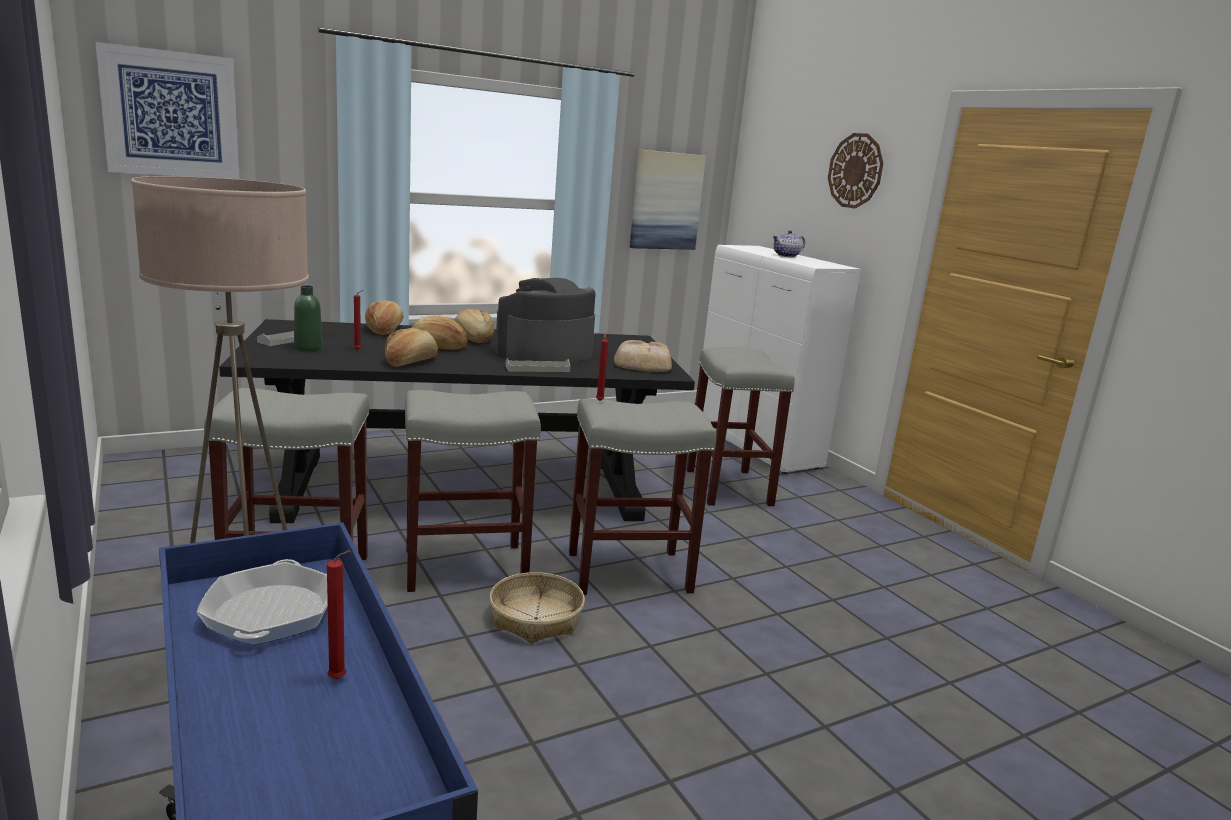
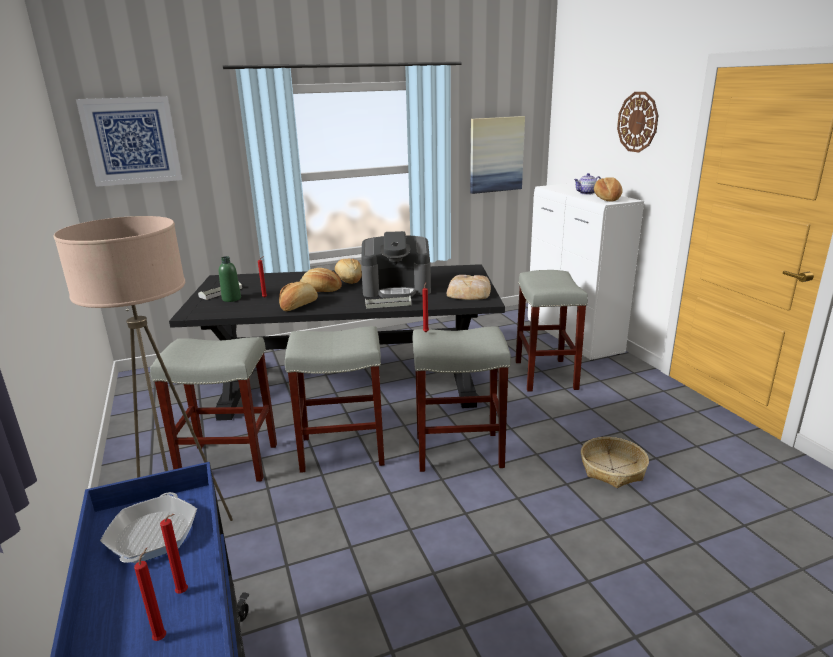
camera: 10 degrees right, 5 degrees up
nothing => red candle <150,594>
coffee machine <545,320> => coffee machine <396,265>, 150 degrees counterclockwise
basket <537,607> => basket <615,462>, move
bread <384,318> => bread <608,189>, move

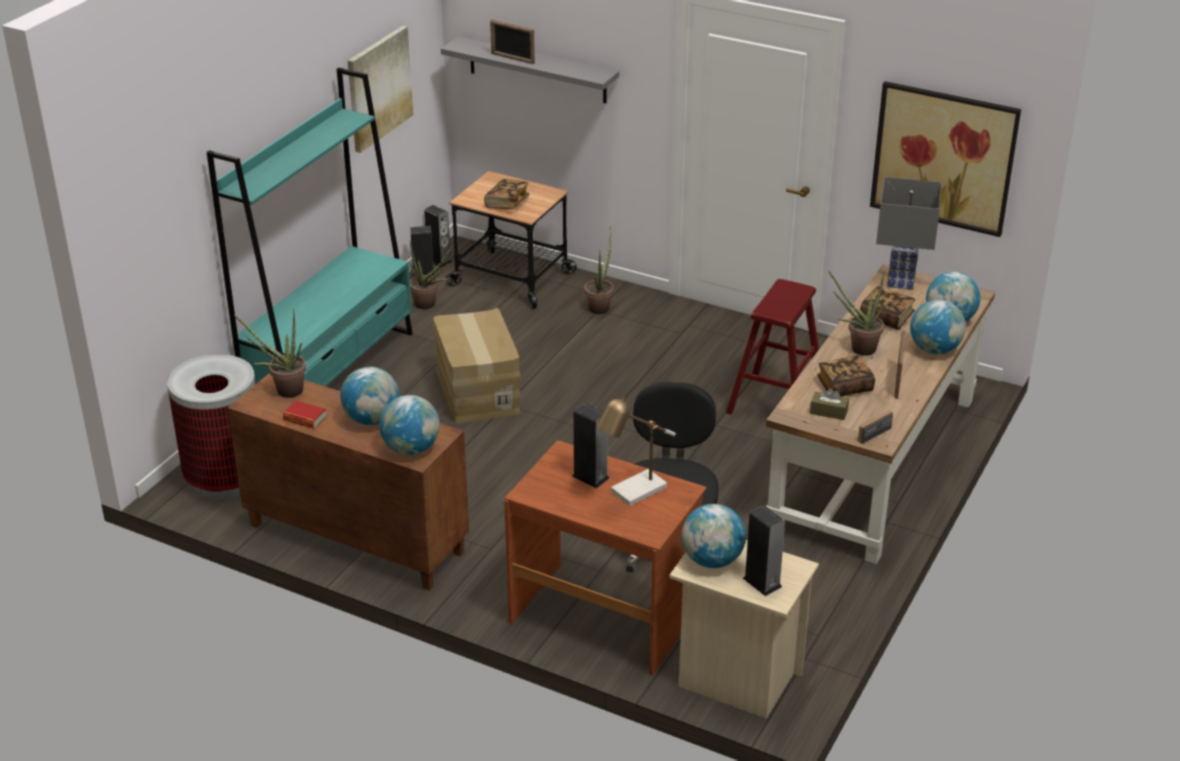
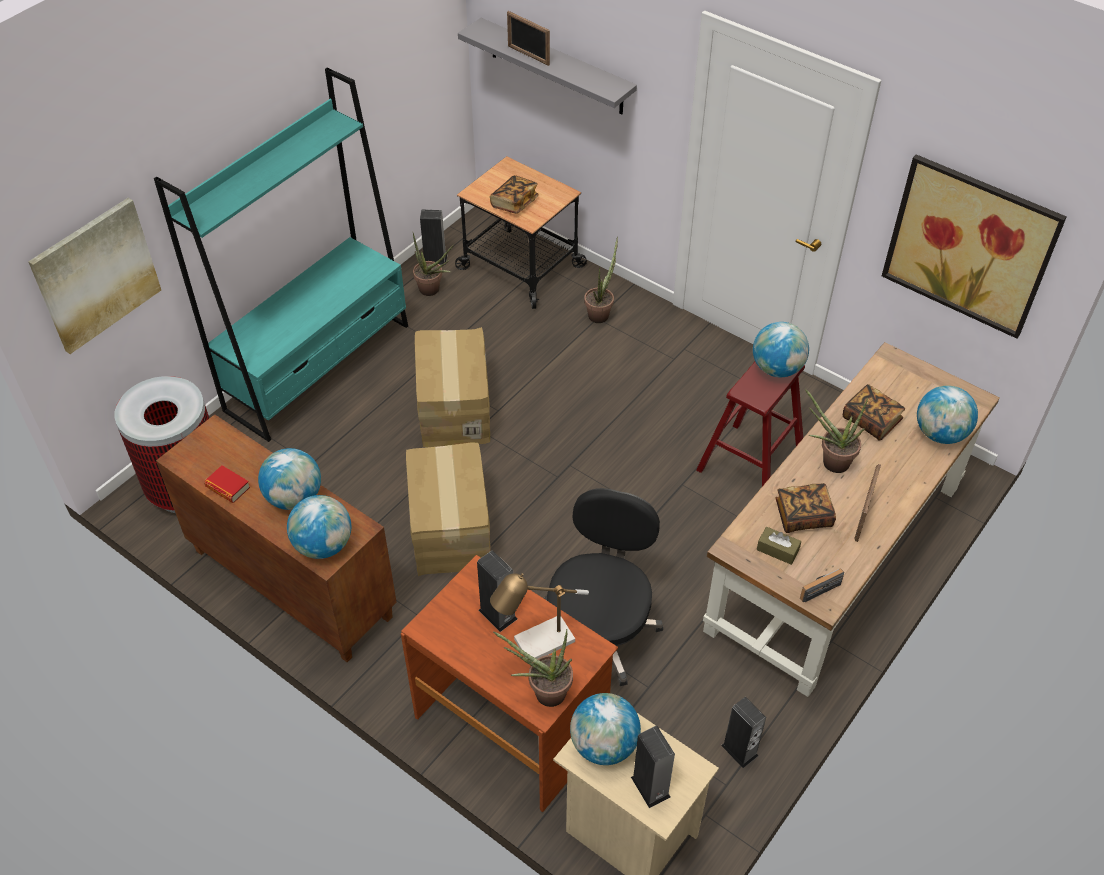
camera: 10 degrees right, 15 degrees up
picture <380,89> => picture <94,276>, move
nothing => cardboard box <448,509>
potted plant <270,353> => potted plant <533,668>, move
speaker <438,236> => speaker <743,732>, move
globe <938,327> => globe <781,349>, move
grey table lamp <909,233> => nothing

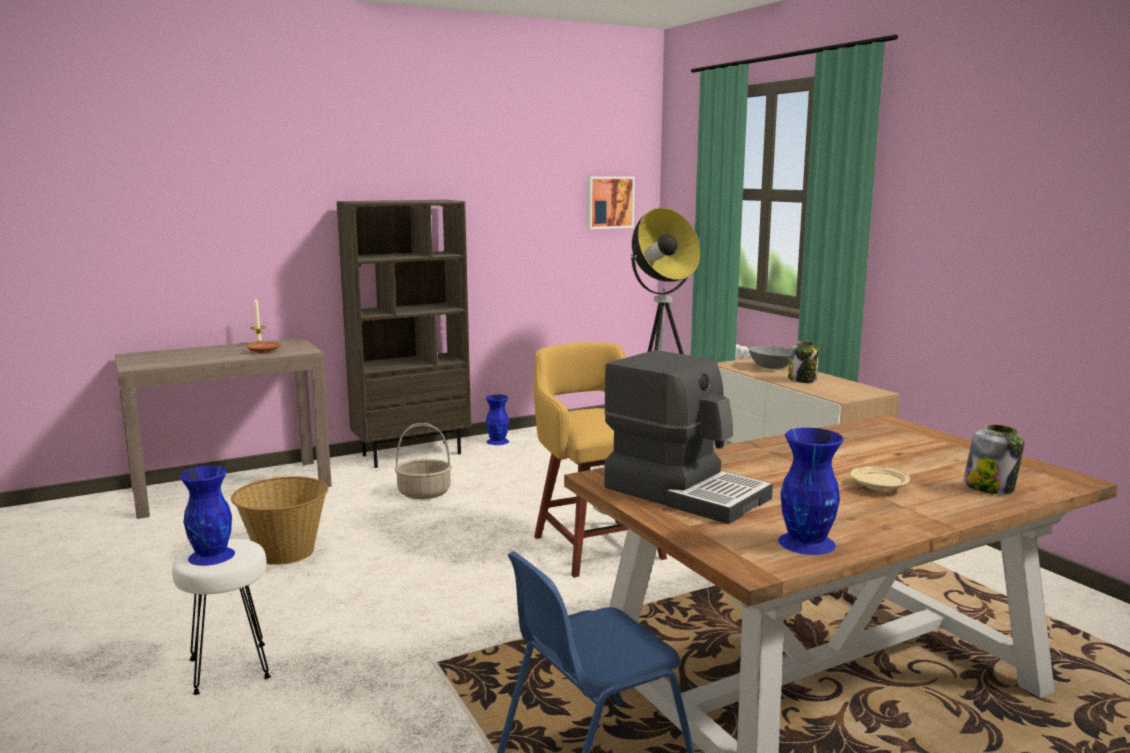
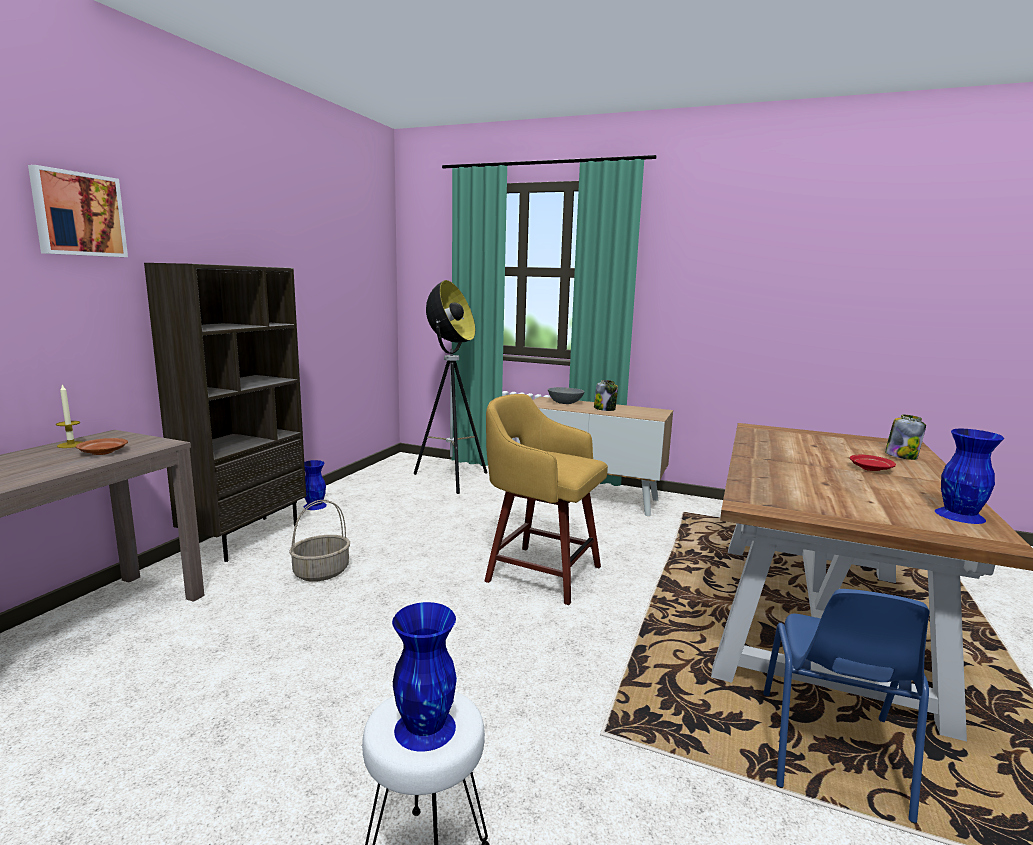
camera: 40 degrees left, 0 degrees up
picture <611,202> => picture <78,211>, move
beige plate <880,478> => red plate <873,463>
basket <279,520> => nothing
coffee machine <688,437> => nothing

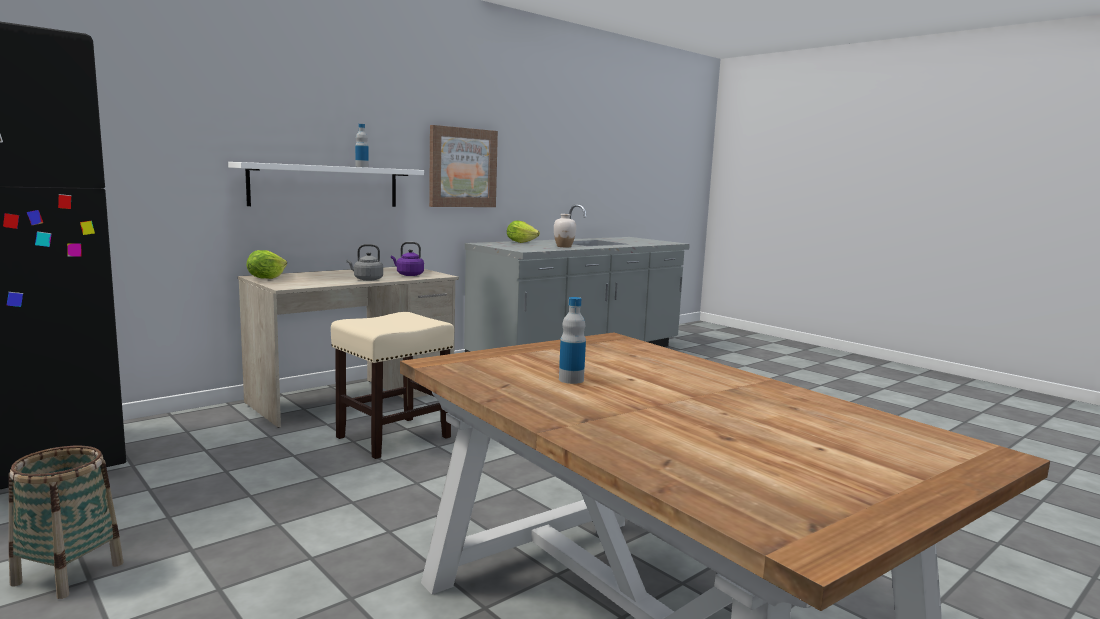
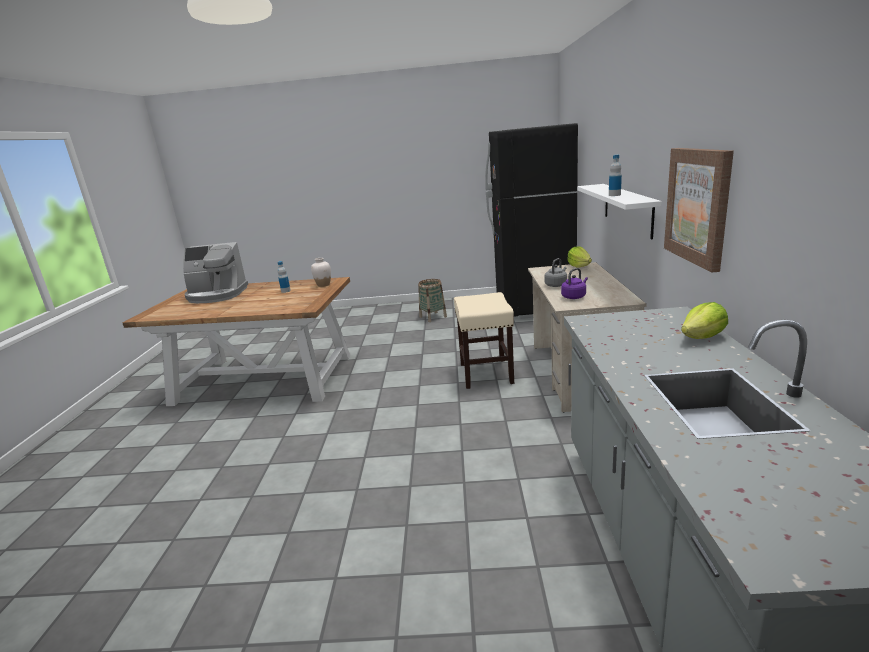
camera: 135 degrees right, 10 degrees up
nothing => coffee machine <215,272>
white vase <565,230> => white vase <321,272>, move

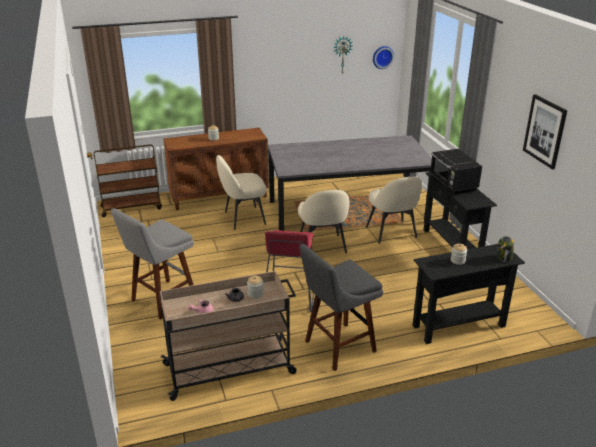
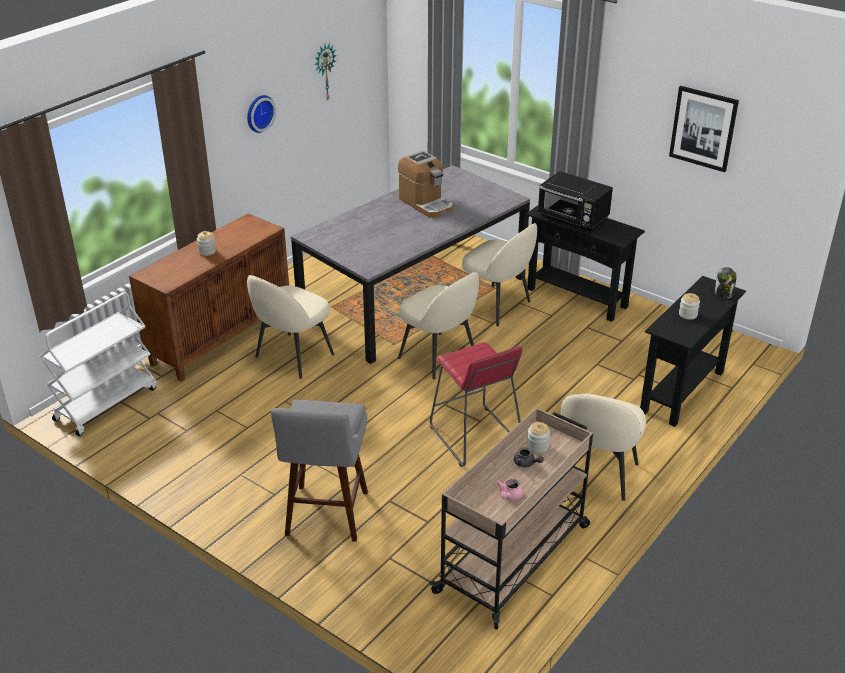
camera: 35 degrees left, 5 degrees up
brown cart <128,180> => white cart <98,364>
wall clock <383,57> => wall clock <261,114>, move
nothing => coffee machine <425,184>
grey stool <341,307> => beige chair <603,447>

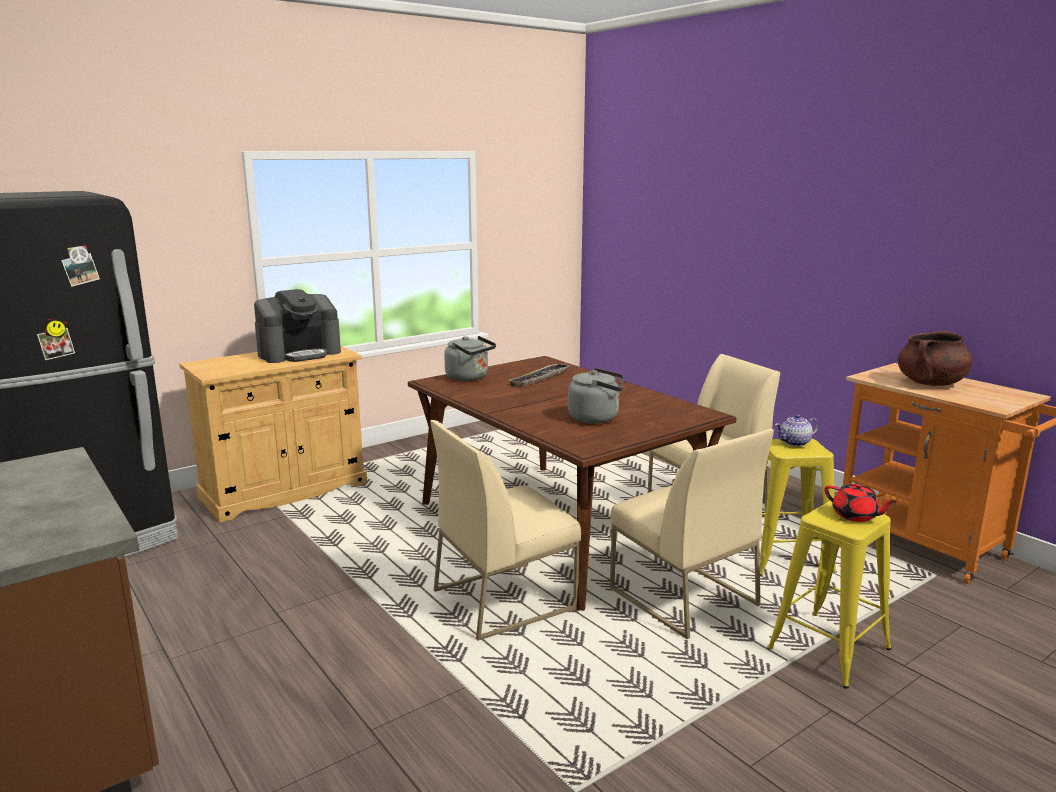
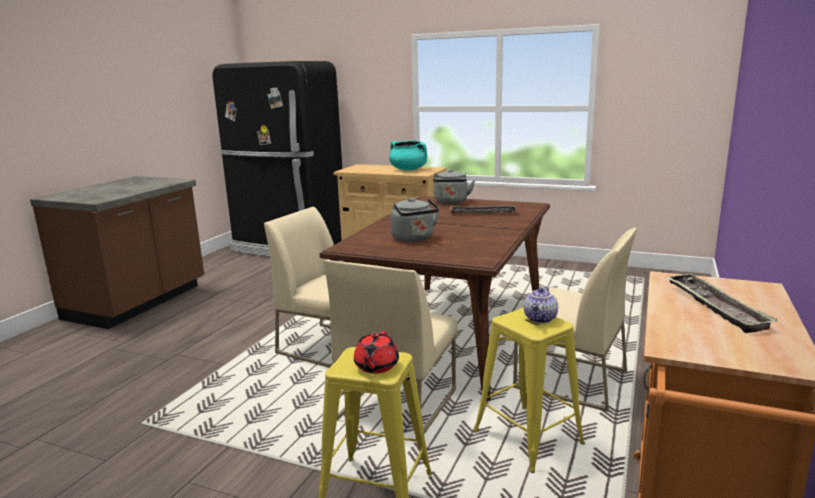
camera: 60 degrees right, 0 degrees up
coffee machine <297,326> => turquoise cooking pot <408,155>
teapot <797,430> => teapot <541,305>, 105 degrees counterclockwise
brown cooking pot <935,358> => tray <721,303>

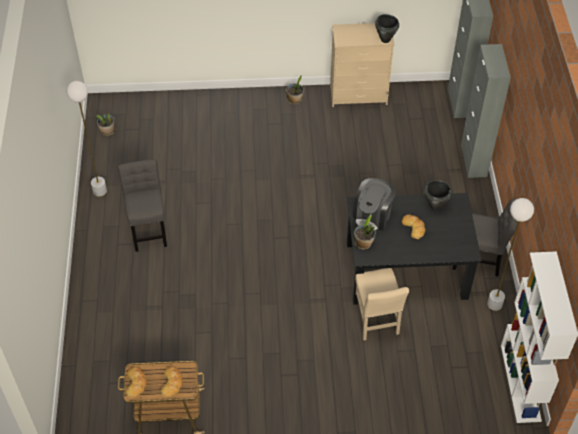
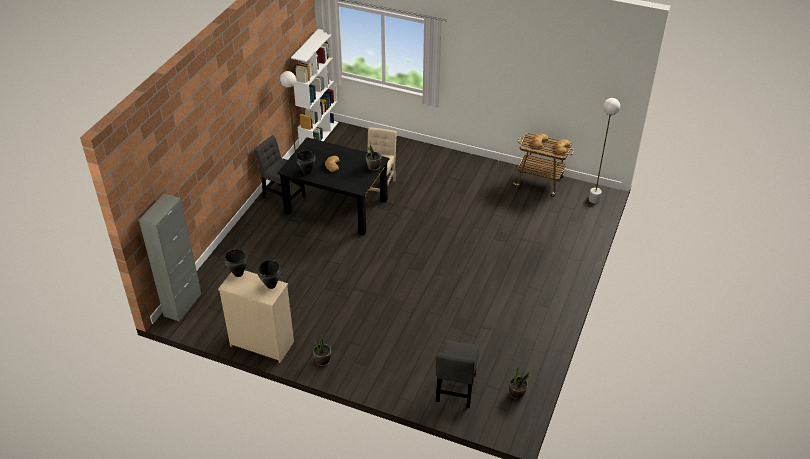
camera: 155 degrees left, 10 degrees down
nothing => black cooking pot <269,274>
grey chair <142,205> => grey chair <457,374>, move
white floor lamp <86,139> => white floor lamp <604,151>, move
coffee machine <374,205> => nothing
grey cabinet <486,111> => nothing

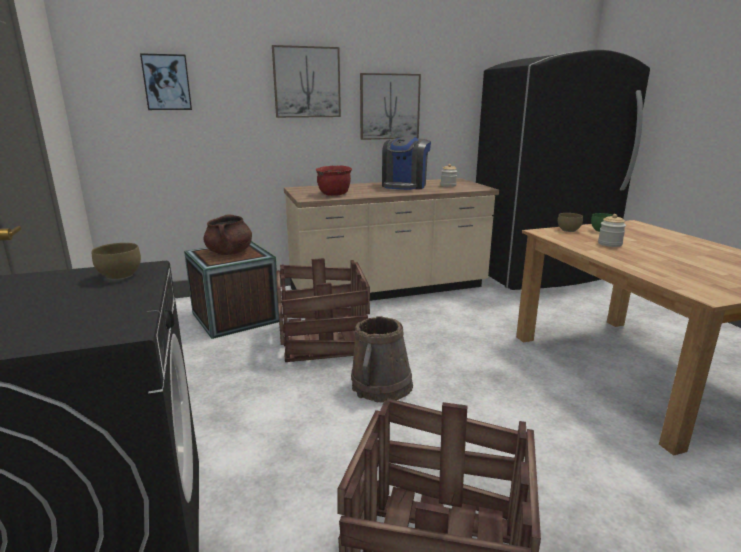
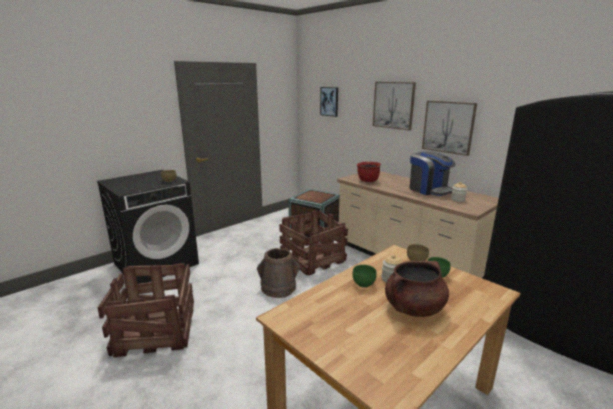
camera: 65 degrees right, 0 degrees up
nothing => green bowl <364,276>
brown cooking pot <228,234> => brown cooking pot <417,289>, move
coffee machine <406,163> => coffee machine <433,173>, 120 degrees counterclockwise

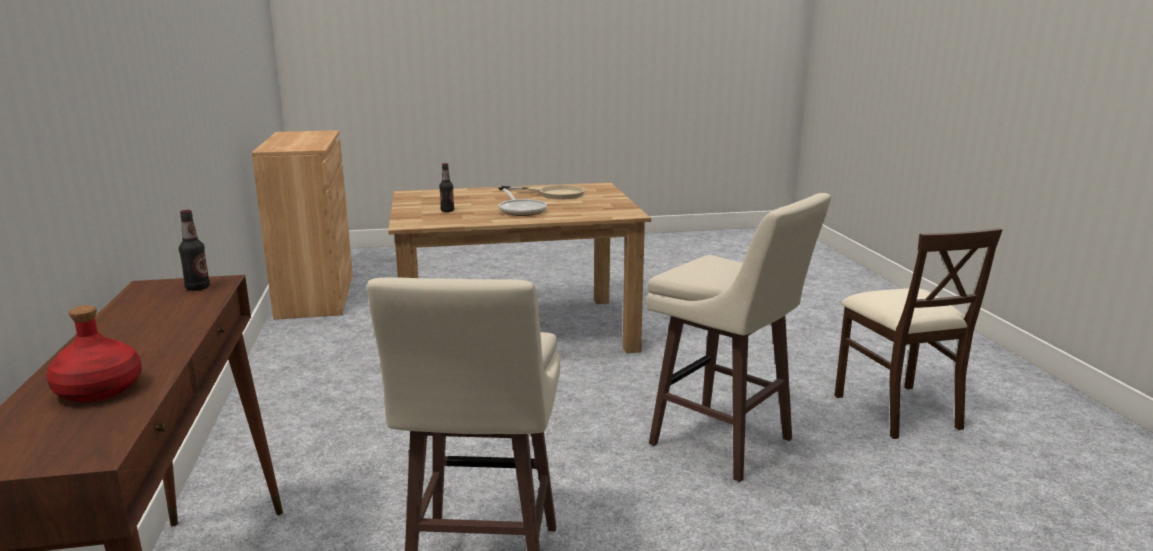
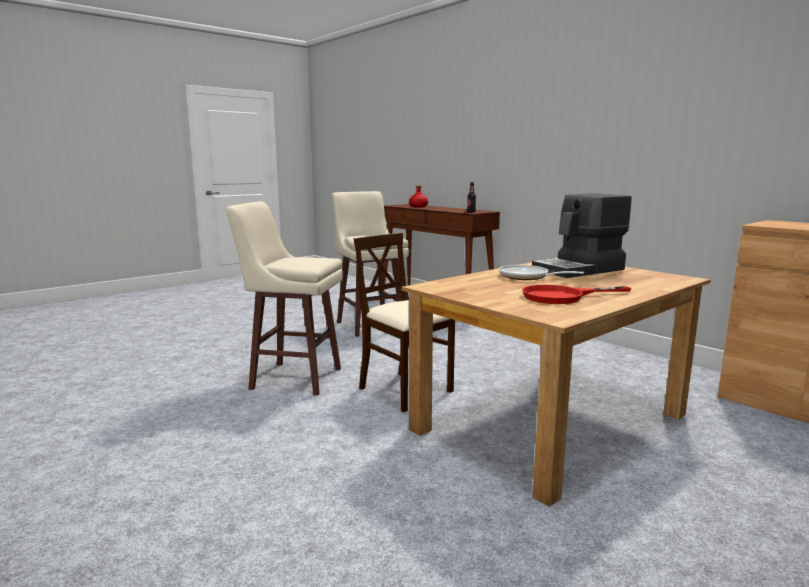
camera: 150 degrees right, 5 degrees down
beige chair <918,333> => beige chair <404,322>, move
beige frying pan <541,192> => red frying pan <577,294>
bottle <446,187> => coffee machine <582,235>

